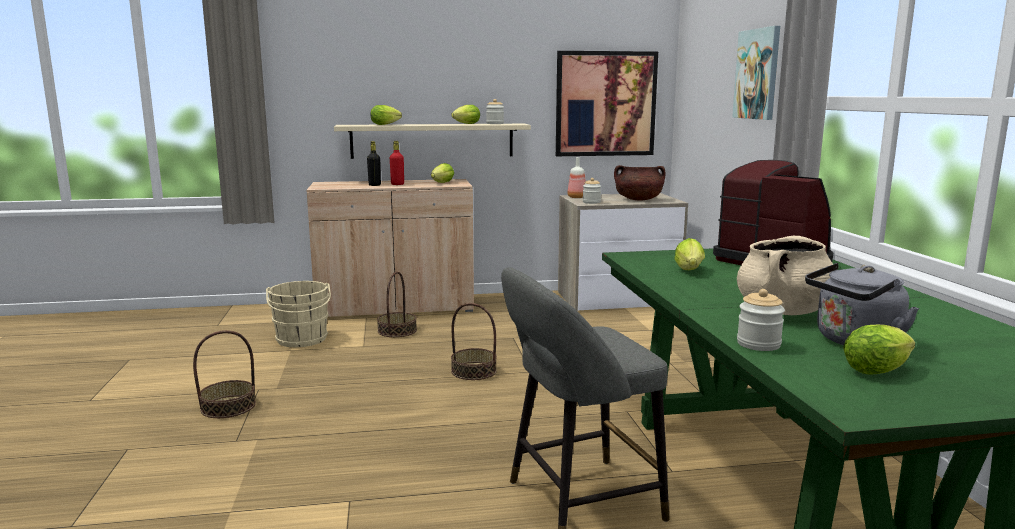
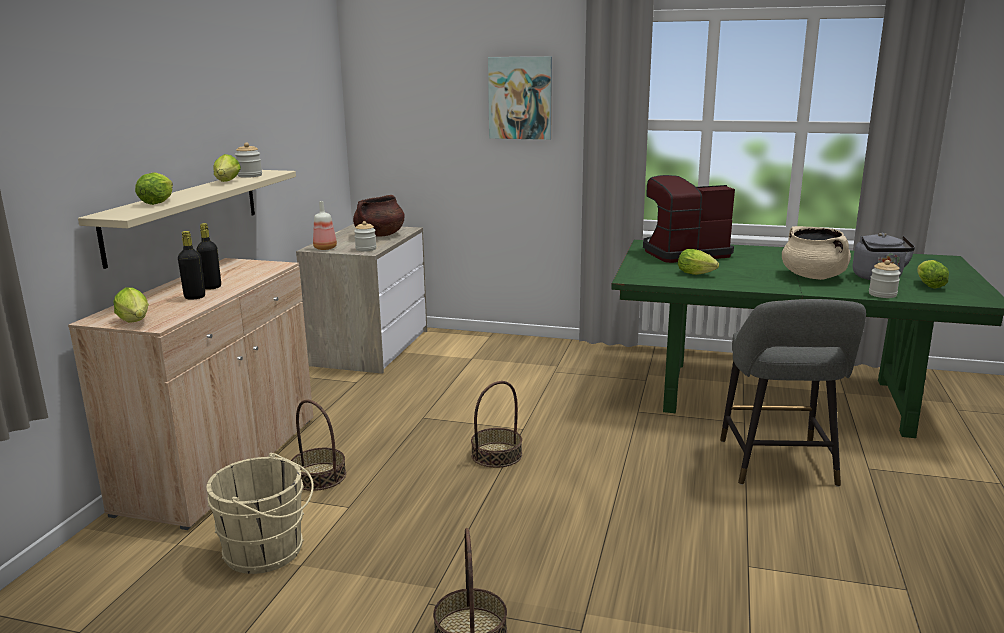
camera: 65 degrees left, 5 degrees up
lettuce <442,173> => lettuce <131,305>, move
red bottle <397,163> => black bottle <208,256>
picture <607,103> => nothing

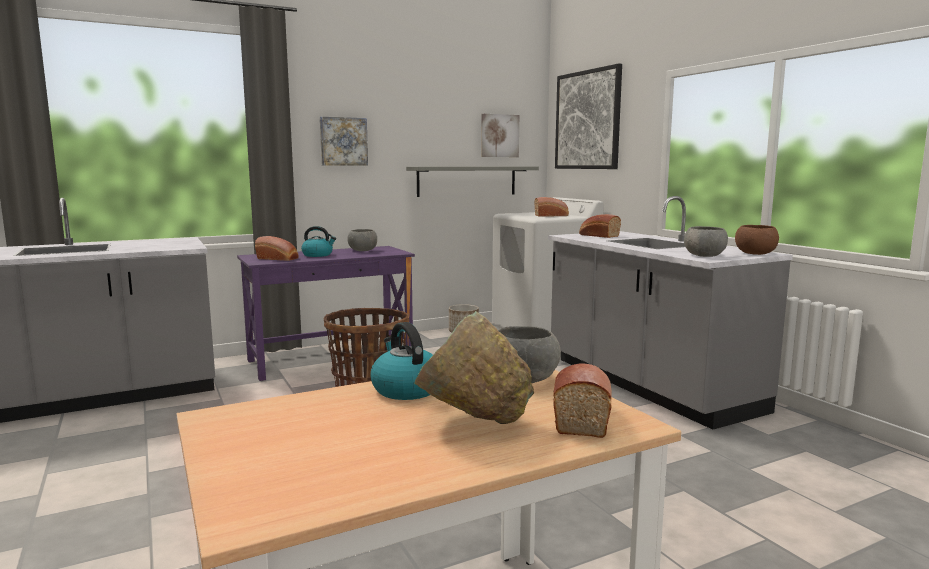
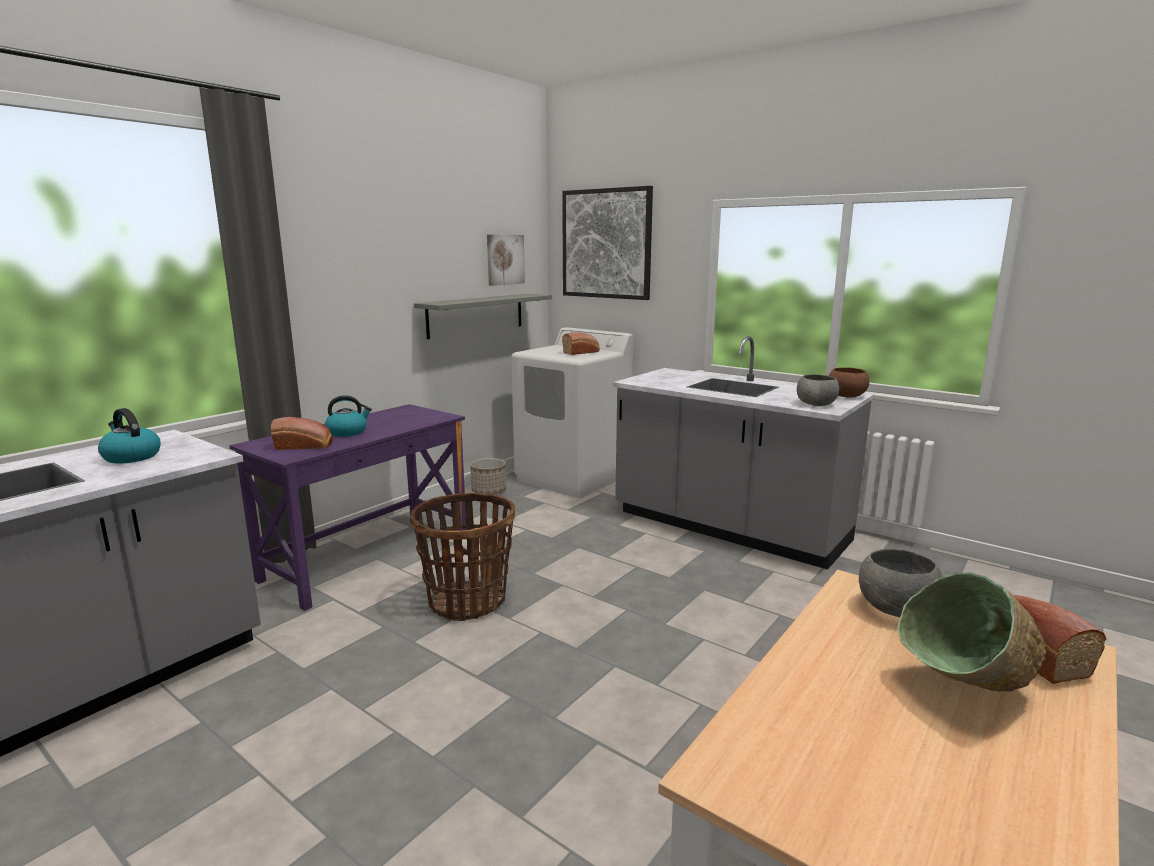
camera: 25 degrees left, 5 degrees up
kettle <401,361> => kettle <129,436>, move
picture <344,141> => nothing
grey bowl <362,240> => nothing
bread <600,226> => nothing

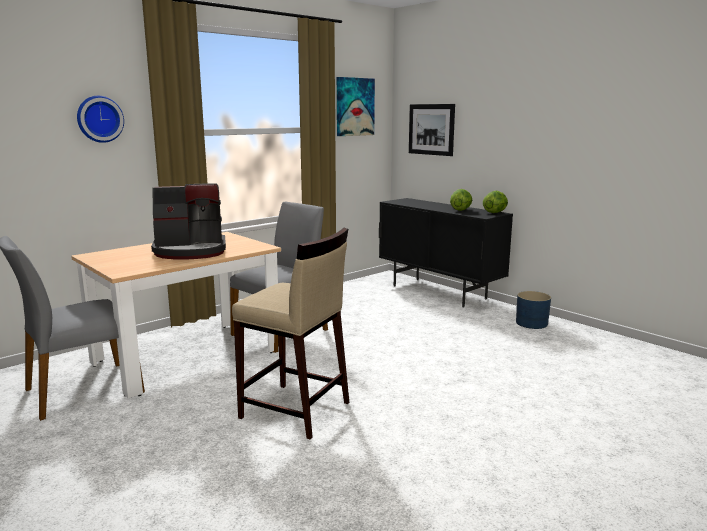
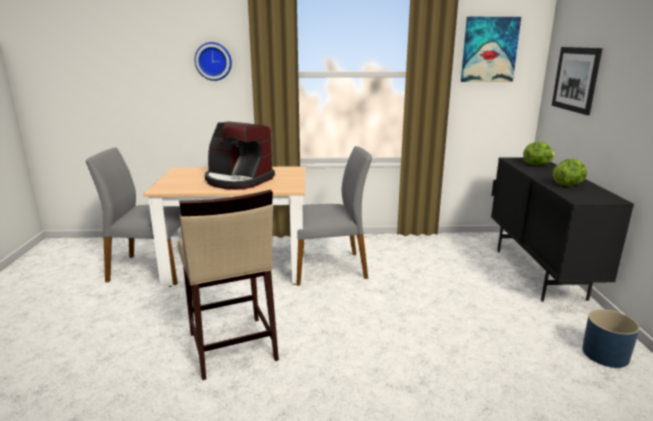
camera: 40 degrees right, 5 degrees up
lettuce <495,202> => lettuce <539,153>, move

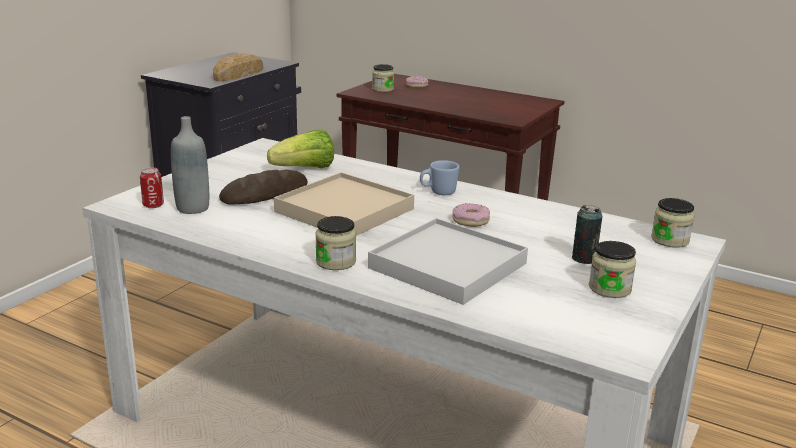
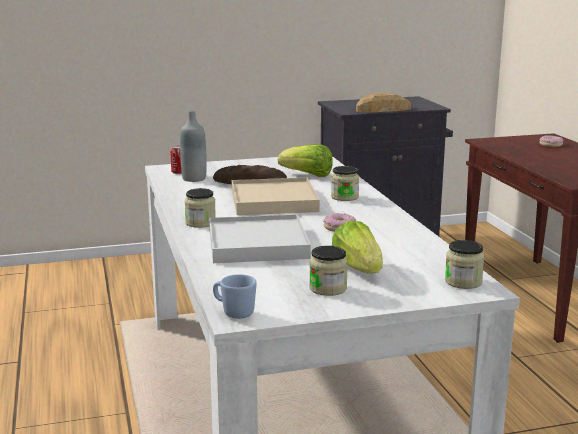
camera: 45 degrees right, 5 degrees down
blue mug <439,177> => blue mug <235,296>, move
jar <383,78> => jar <345,183>, move
can <587,234> => lettuce <357,247>

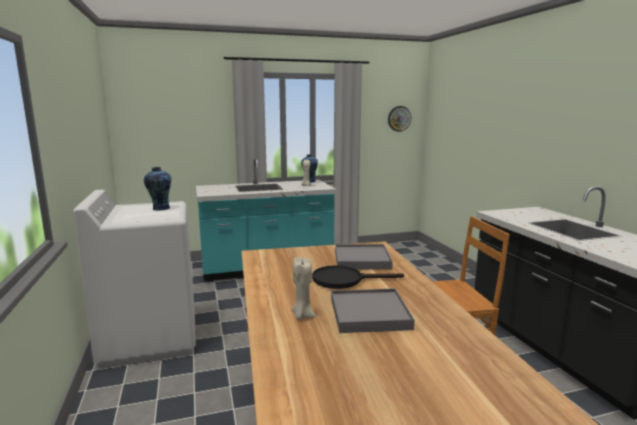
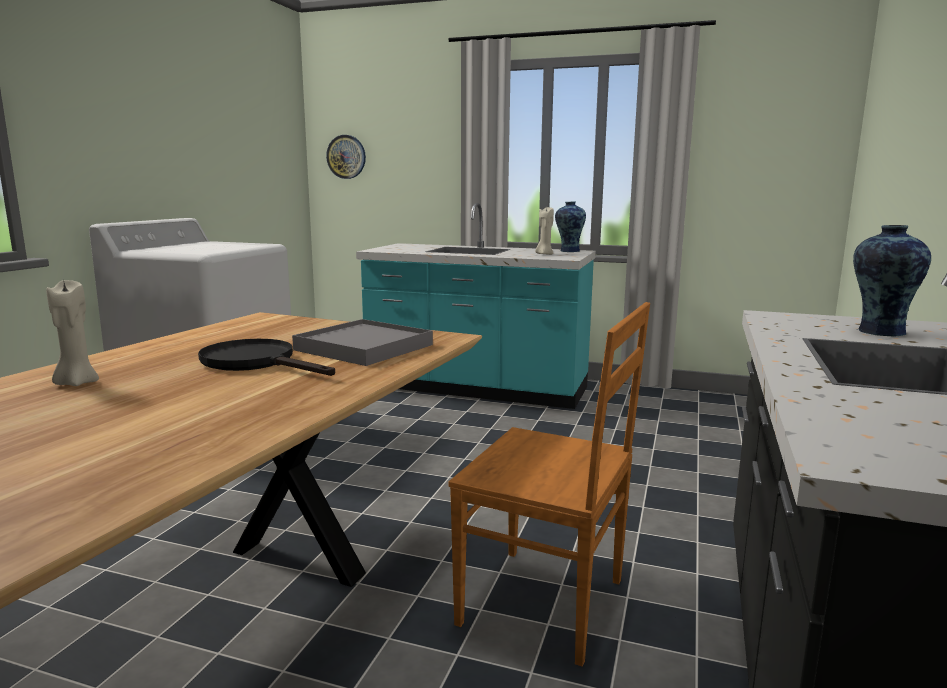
camera: 35 degrees right, 0 degrees up
wall clock <399,119> => wall clock <346,157>, move
vase <157,189> => vase <892,280>, move
grey tray <372,311> => nothing

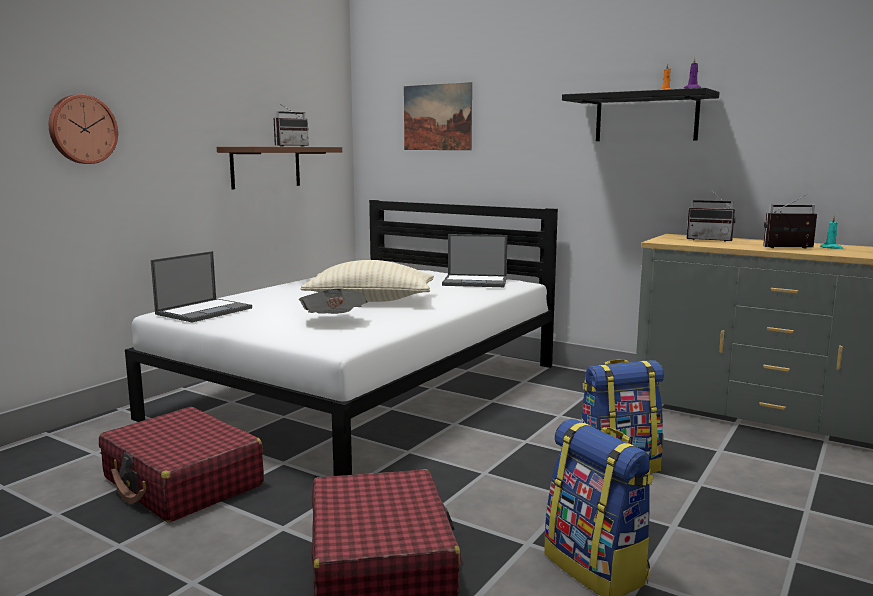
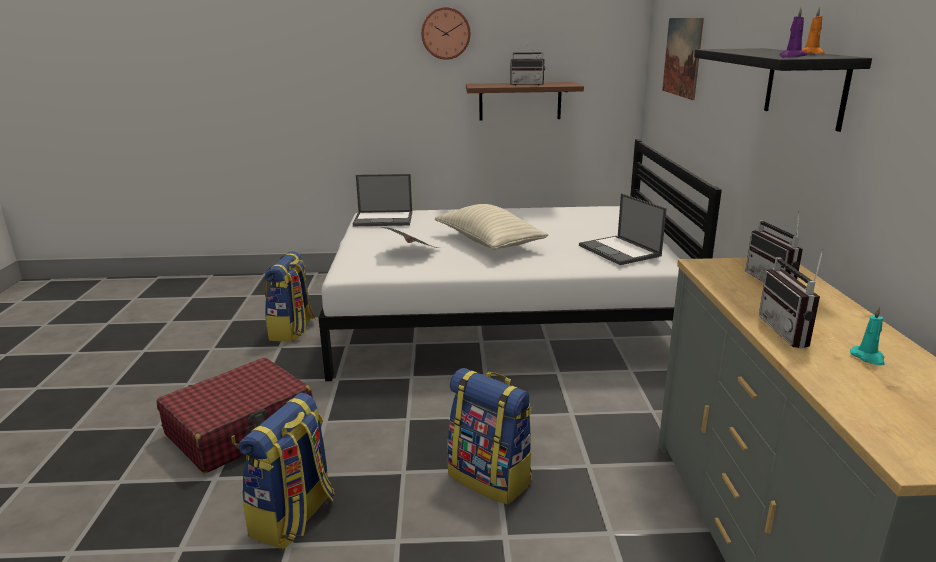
camera: 55 degrees right, 10 degrees up
red suitcase <181,465> => backpack <290,296>
wall clock <83,129> => wall clock <445,33>, move
radio <790,221> => radio <791,298>, 150 degrees counterclockwise

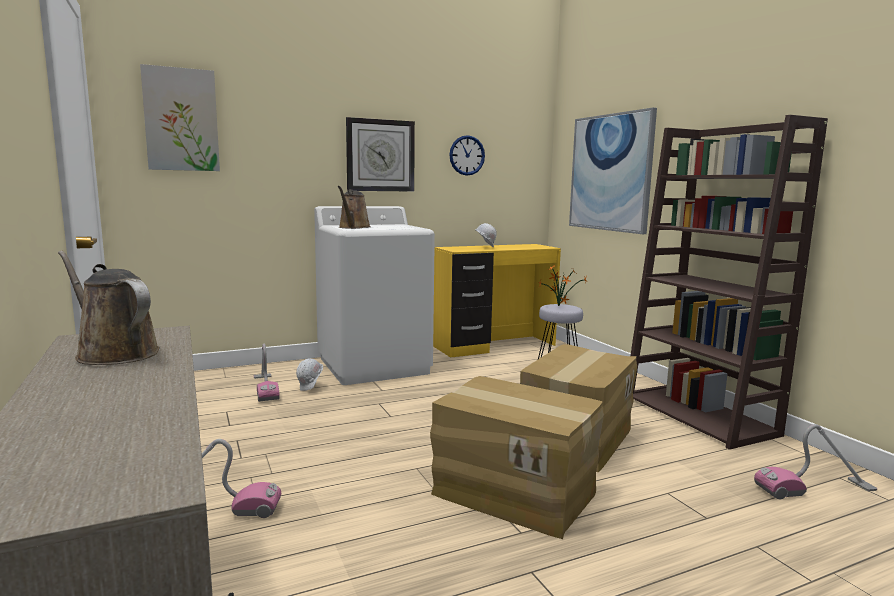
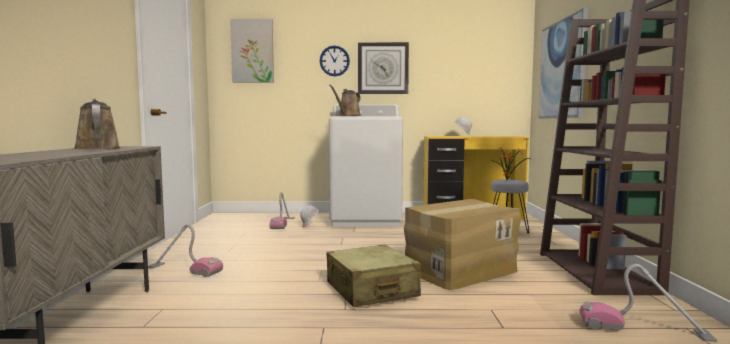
camera: 25 degrees right, 5 degrees down
wall clock <467,155> => wall clock <335,60>, move
cardboard box <517,457> => beige suitcase <374,276>

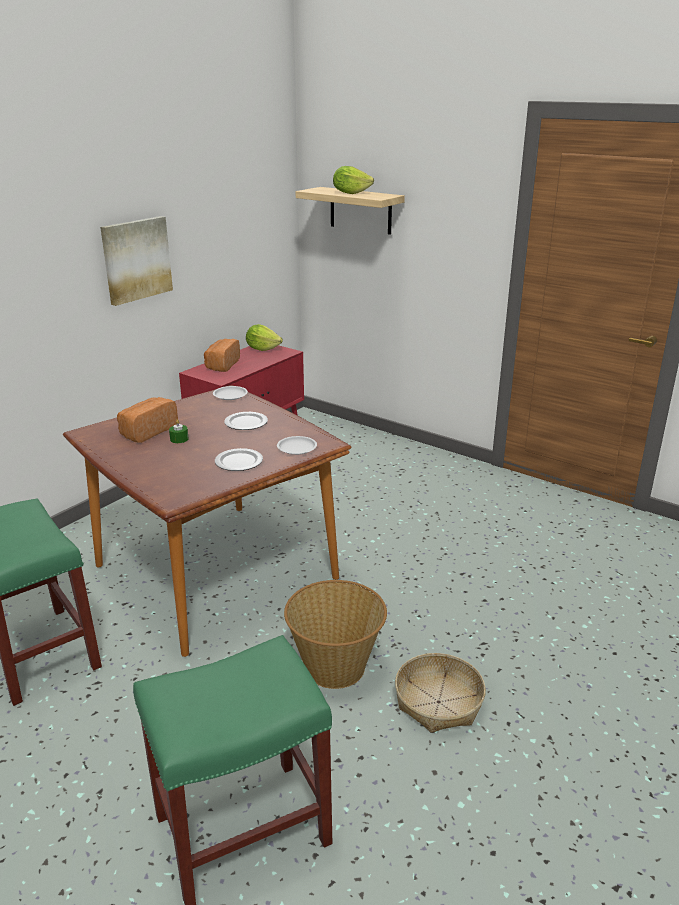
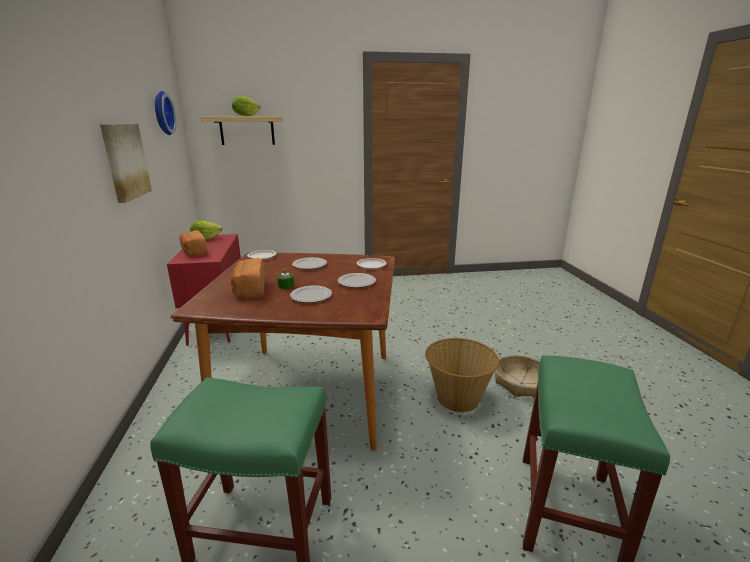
camera: 45 degrees left, 5 degrees down
nothing => wall clock <165,113>
nothing => plate <311,294>

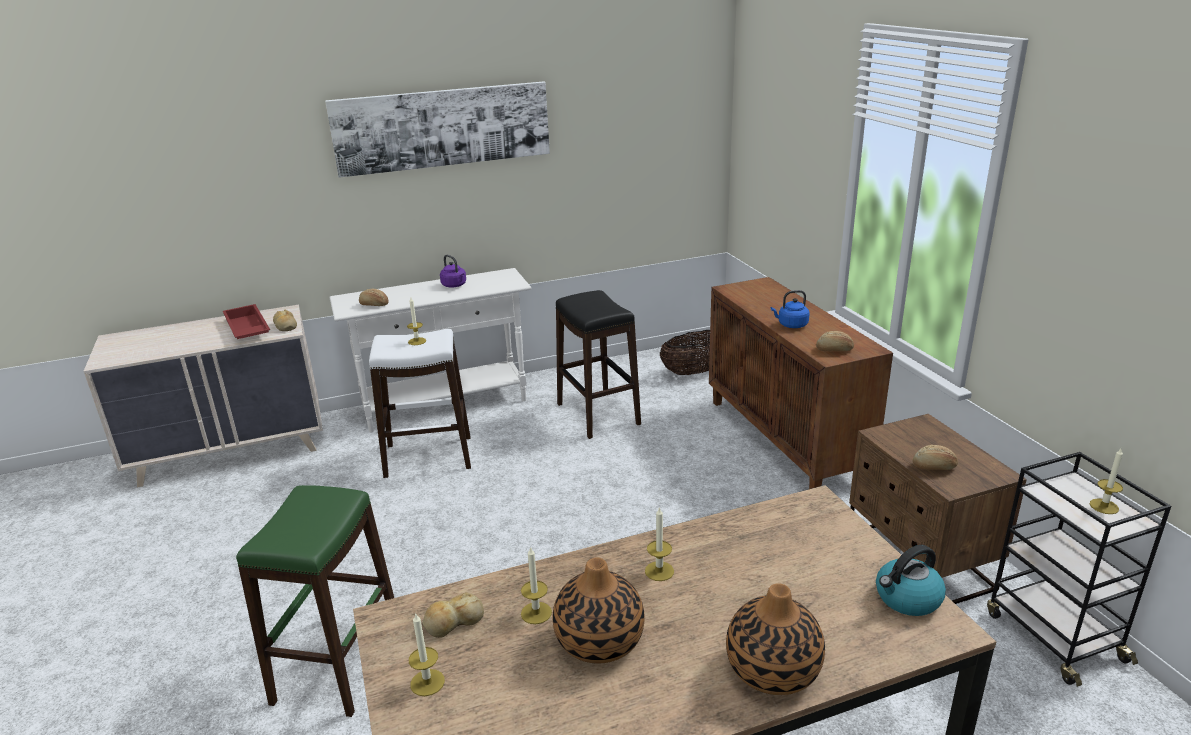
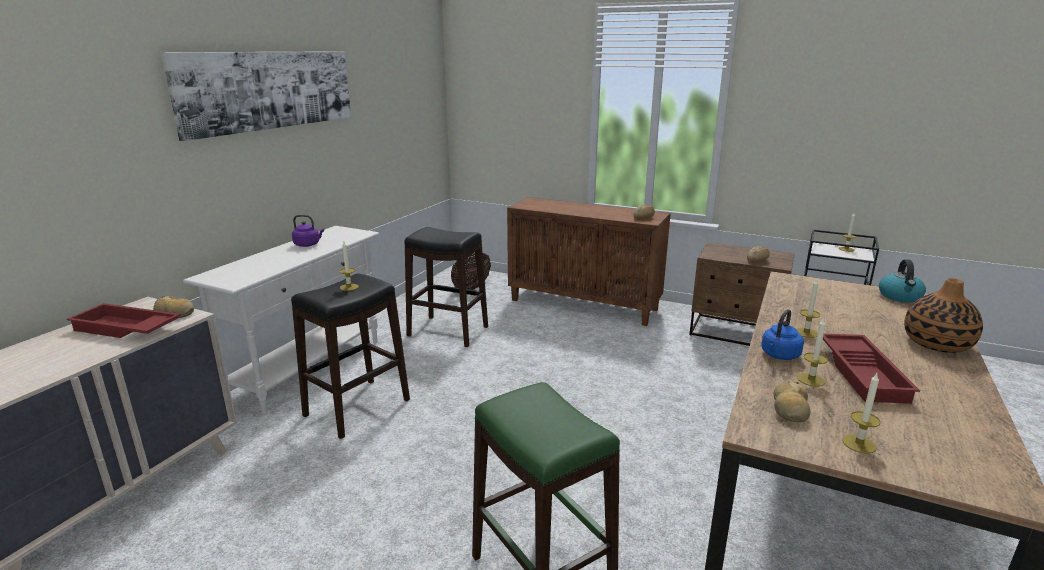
camera: 45 degrees left, 5 degrees down
white stool <420,403> => black stool <350,356>
blue kettle <790,309> => blue kettle <782,334>, move
vase <599,610> => red tray <871,369>
bread <374,297> => nothing

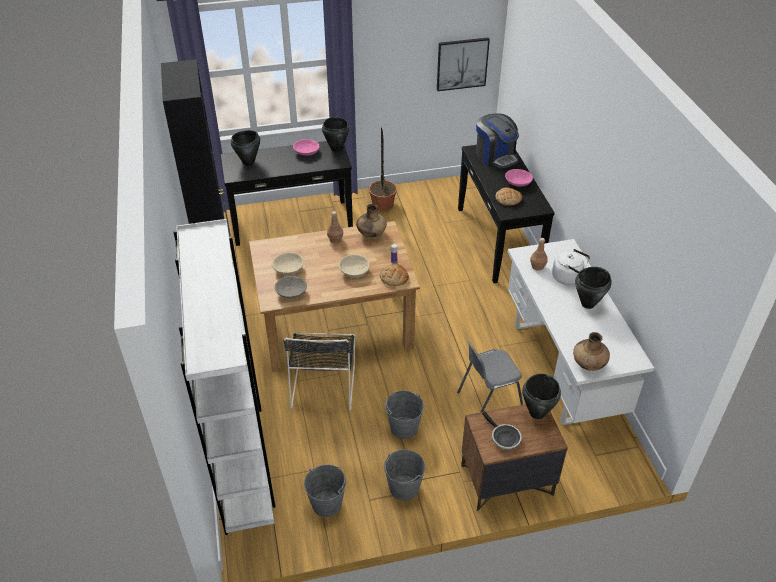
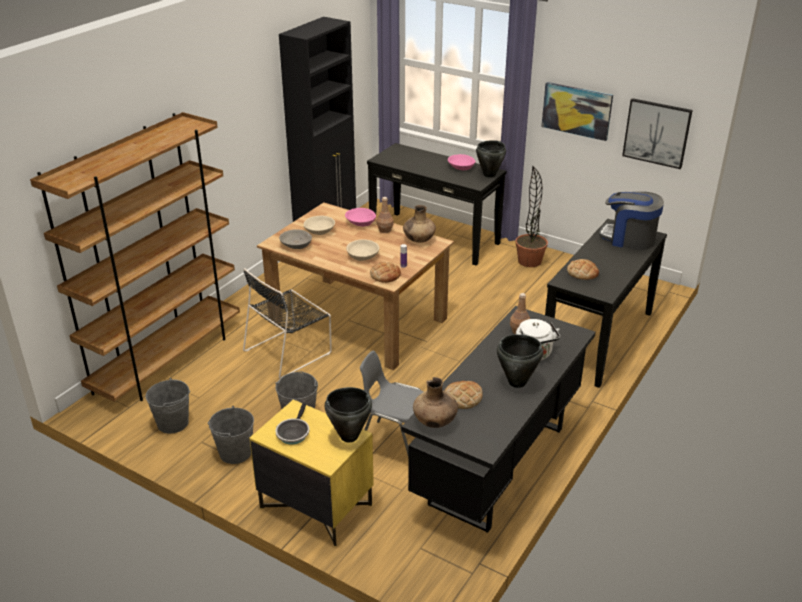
camera: 45 degrees right, 10 degrees down
white bookcase <224,377> => brown bookcase <135,257>
brown nightstand <514,457> => yellow nightstand <311,472>
pink bowl <519,178> => pink bowl <360,217>, move
white desk <581,332> => black desk <498,419>
nothing => bread <464,395>
nothing => picture <577,111>
coffee machine <497,141> => coffee machine <631,221>, 105 degrees clockwise
black cooking pot <245,148> => nothing

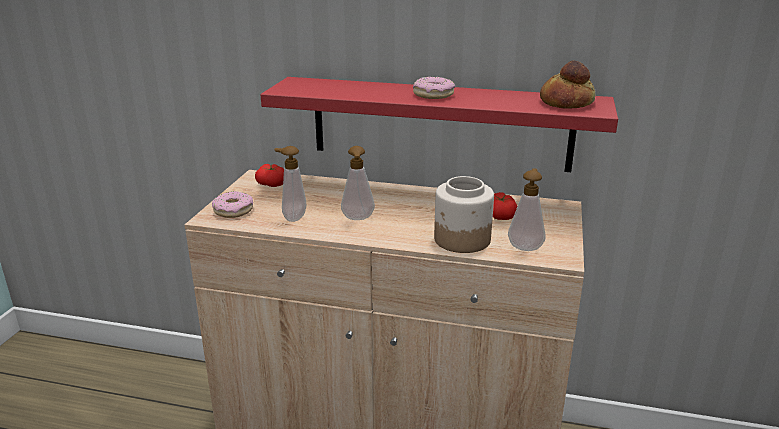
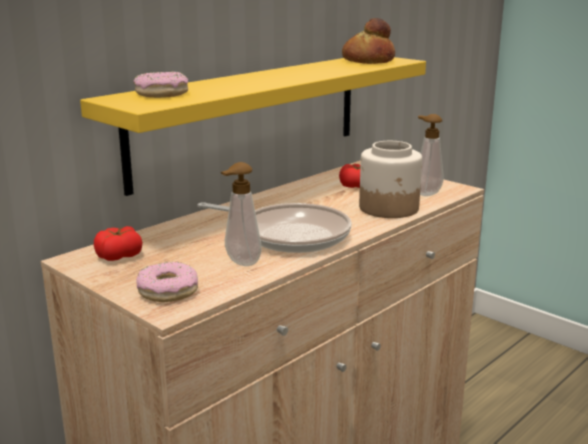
camera: 60 degrees left, 5 degrees down
red shelf <439,124> => yellow shelf <253,126>
donut <434,88> => donut <160,85>, move
soap dispenser <358,183> => frying pan <275,227>

